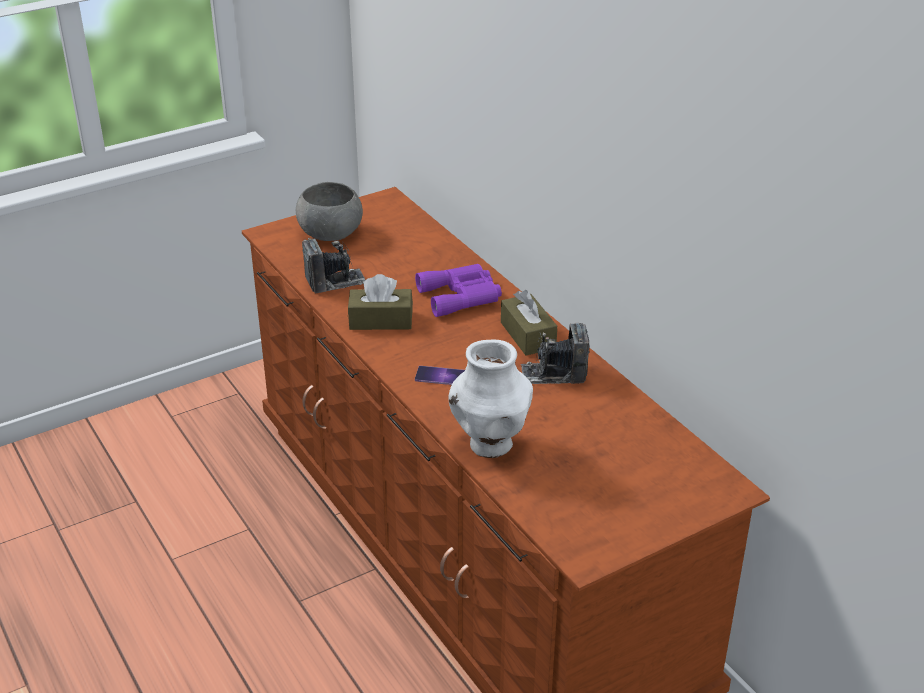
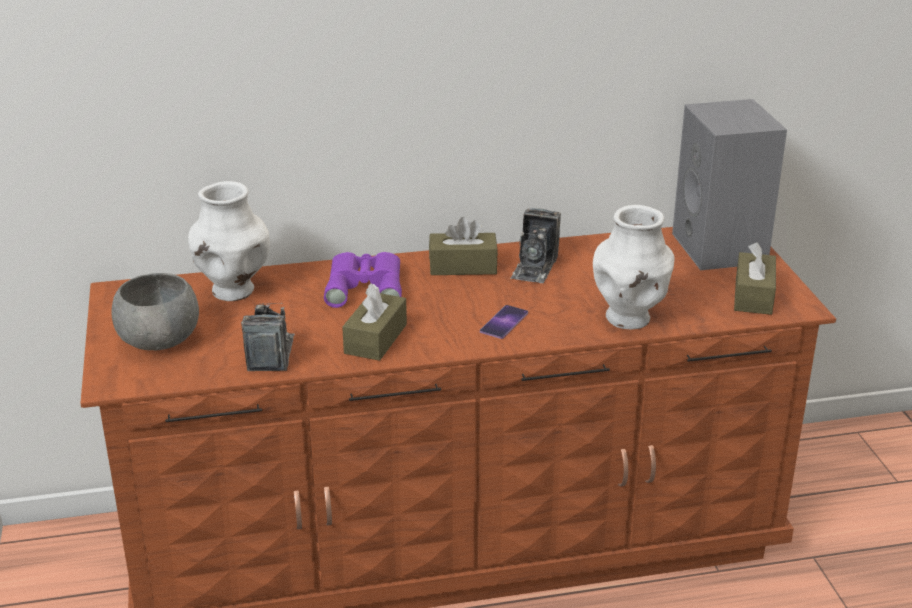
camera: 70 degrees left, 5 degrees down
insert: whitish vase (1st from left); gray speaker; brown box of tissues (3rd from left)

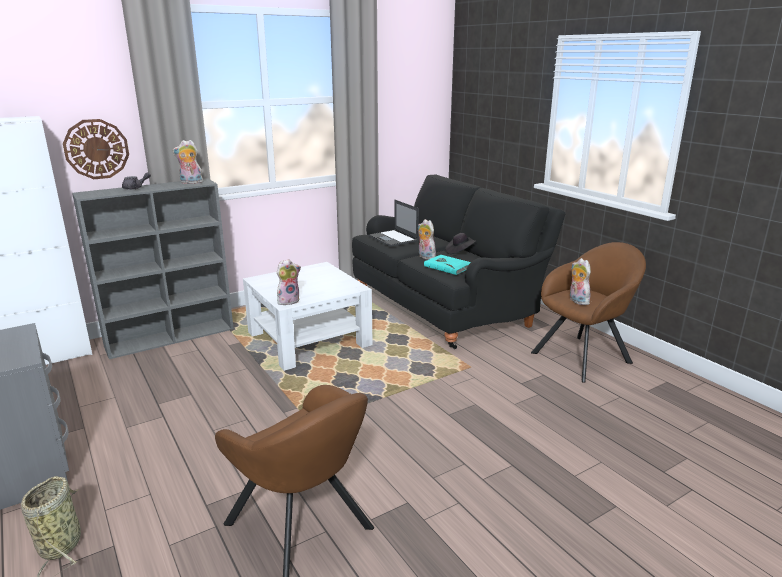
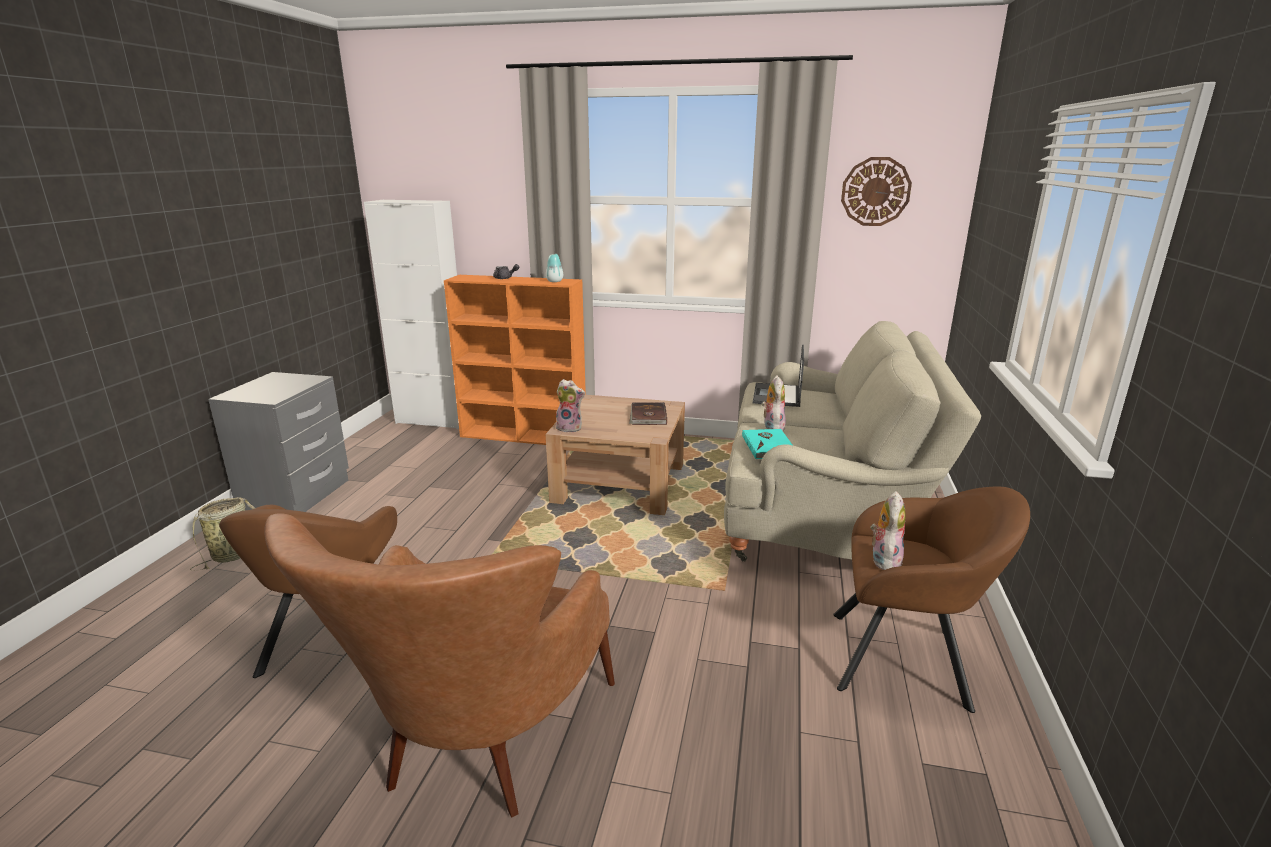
camera: 45 degrees right, 0 degrees up
delete: black-coloured hat
insert: brown lounge chair (2nd from left); brown bound book
move: clock on the wall
replace: plush toy (1st from left) to vase
recolor: gray bookshelf to orangey bookshelf; whitish low table to brown low table; black-coloured sofa to beige-coloured sofa

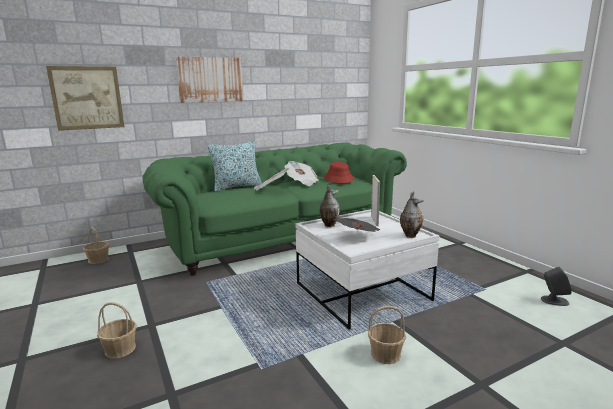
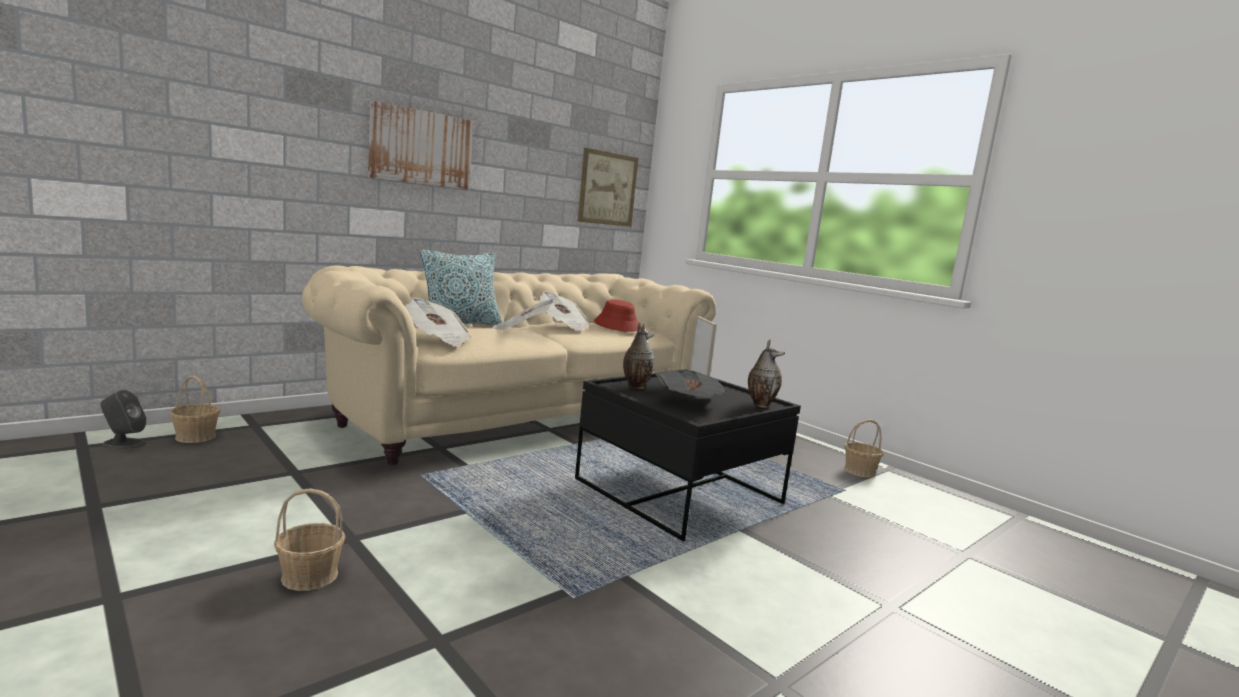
camera: 15 degrees left, 5 degrees down
insert: printed paper (1st from left)
move: wall art (1st from left in the first image) to wall art (2nd from left); household basket (3rd from left); gray speaker
recolor: greenish sofa to beige-coloured sofa; whitish low table to black-coloured low table

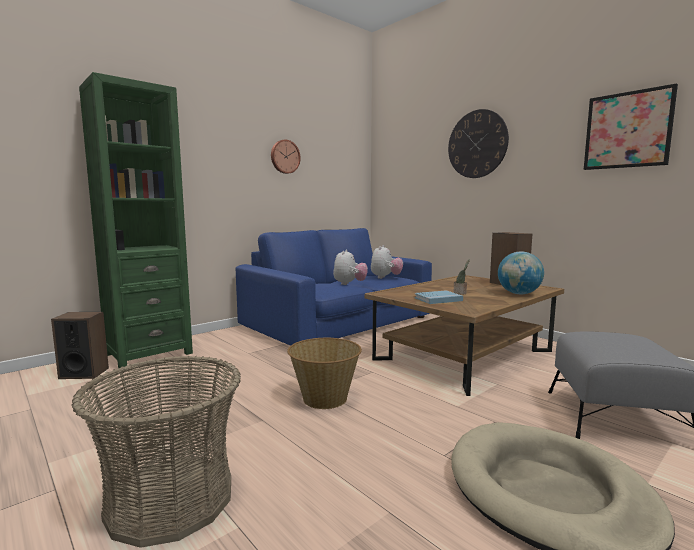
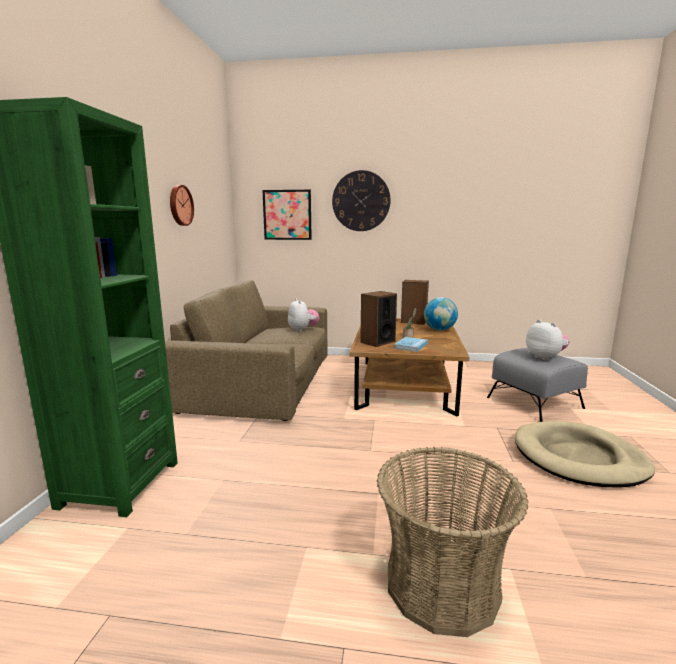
camera: 40 degrees left, 5 degrees up
delete: household basket (2nd from left)
move: speaker (1st from left); plush toy (1st from left in the first image) to plush toy (2nd from left); wall art
recolor: blue-coloured sofa to brown sofa

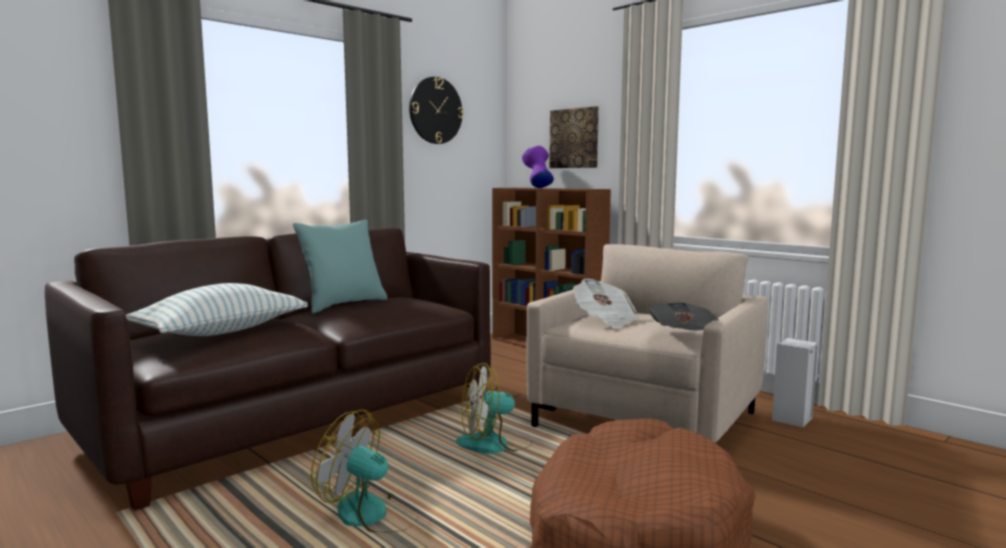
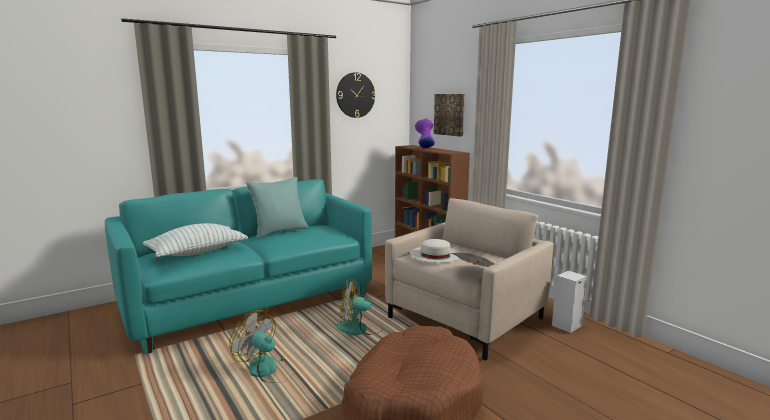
camera: 10 degrees right, 5 degrees up
replace: printed paper (1st from left) to whitish hat
recolor: brown sofa to turquoise-coloured sofa

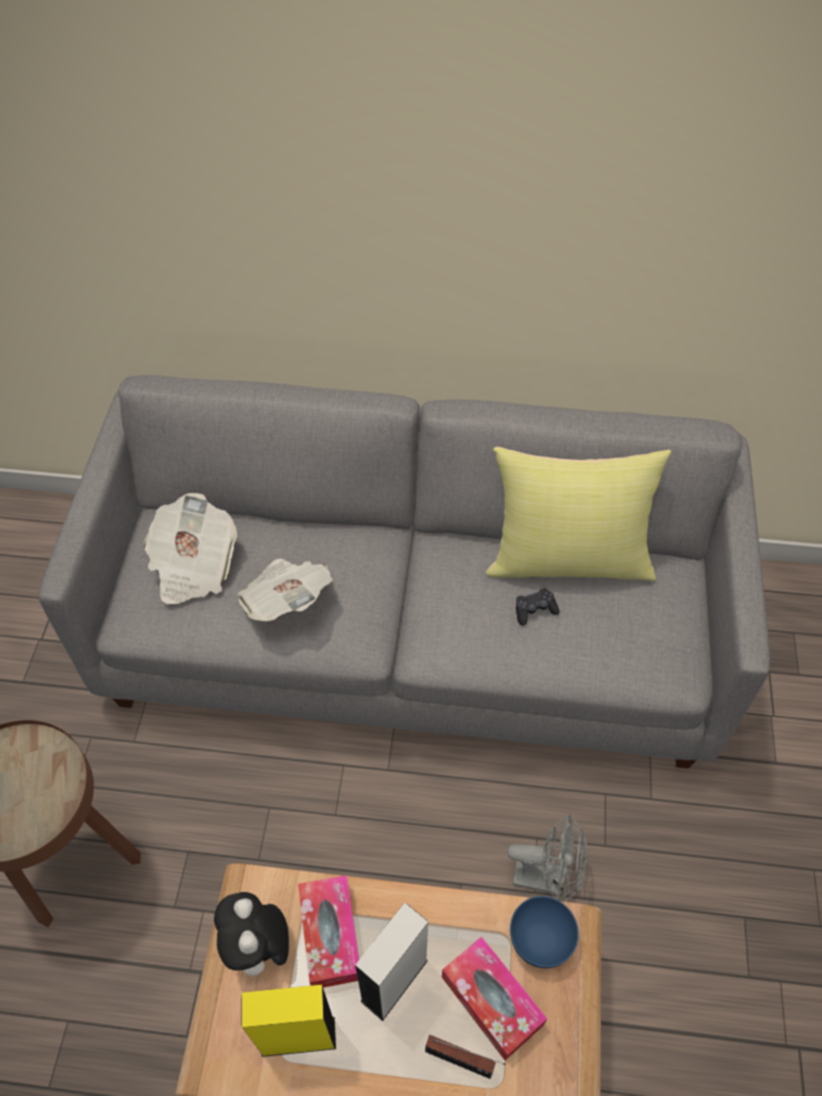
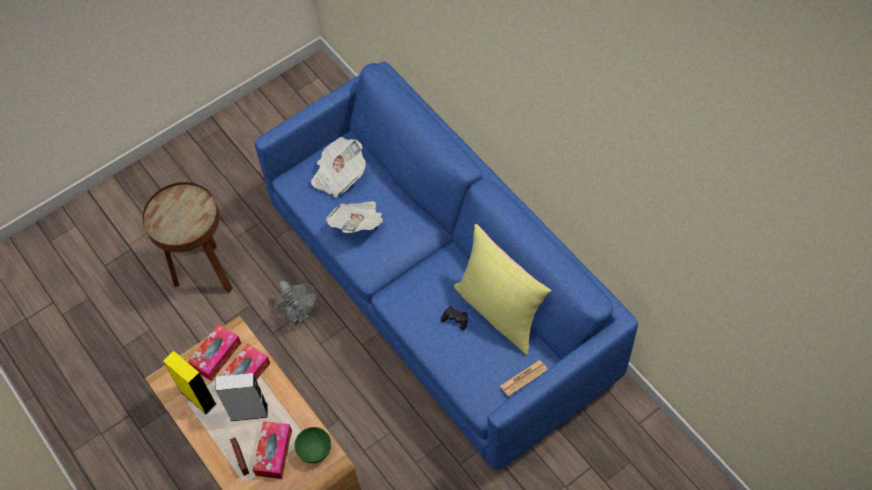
camera: 50 degrees right, 5 degrees up
insert: printed paper (3rd from left)
move: gray fan
replace: plush toy to box of tissues (1st from left)
recolor: gray sofa to blue-coloured sofa; blue-coloured bowl to greenish bowl

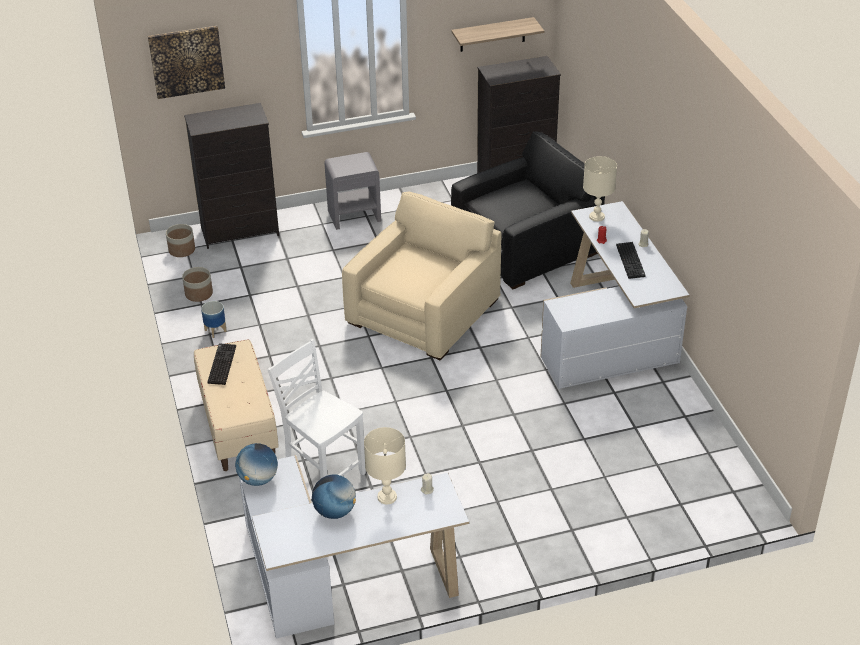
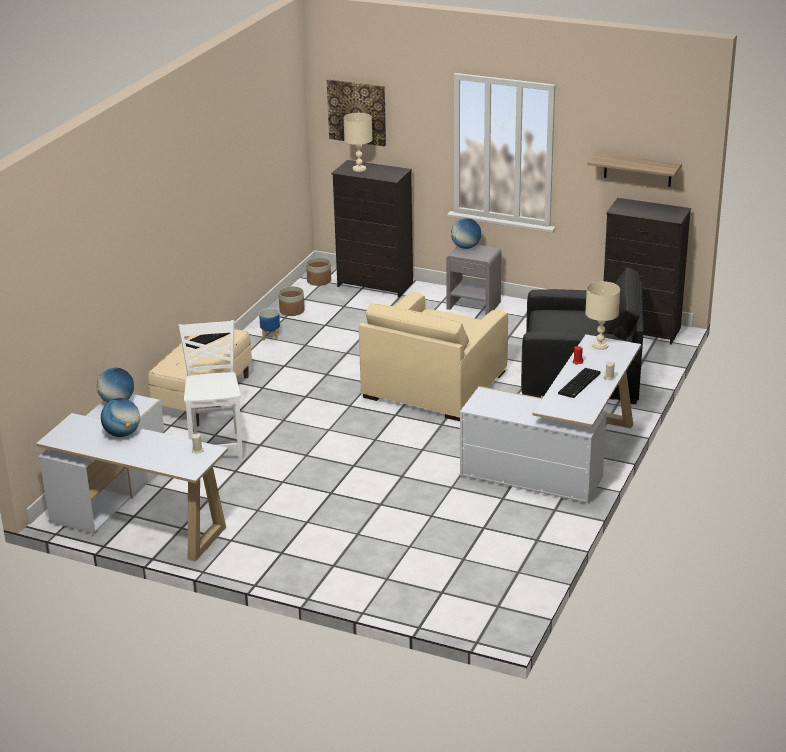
camera: 40 degrees right, 10 degrees down
insert: desk globe (3rd from left)
move: beige-coloured lamp for a table (1st from left)
rotate: beige-coloured lounge chair 135 degrees clockwise

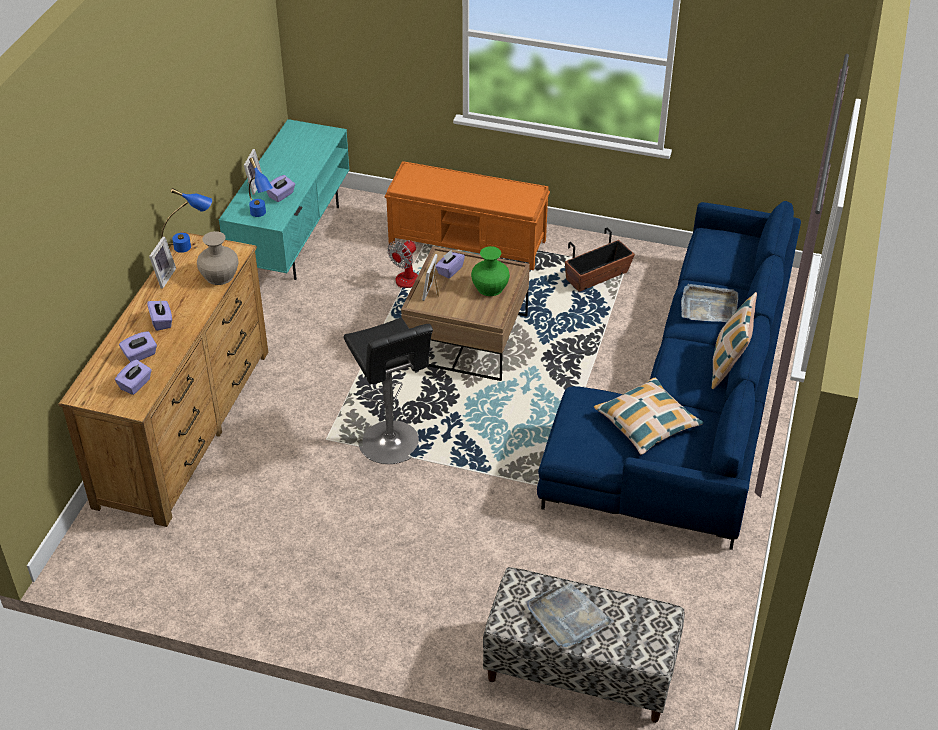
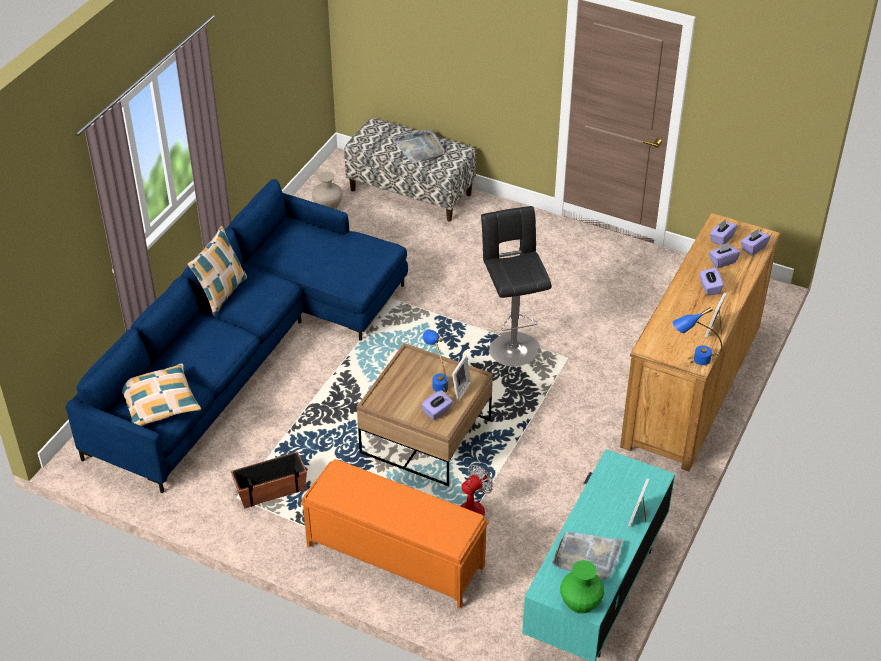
camera: 170 degrees left, 0 degrees up
move: beige-coloured vase; blue-coloured lamp for a table (2nd from left in the first image) to blue-coloured lamp for a table (1st from left); purplish box of tissues (4th from left in the first image) to purplish box of tissues (5th from left); greenish vase; cushion (1st from left); gray tray (2nd from left)

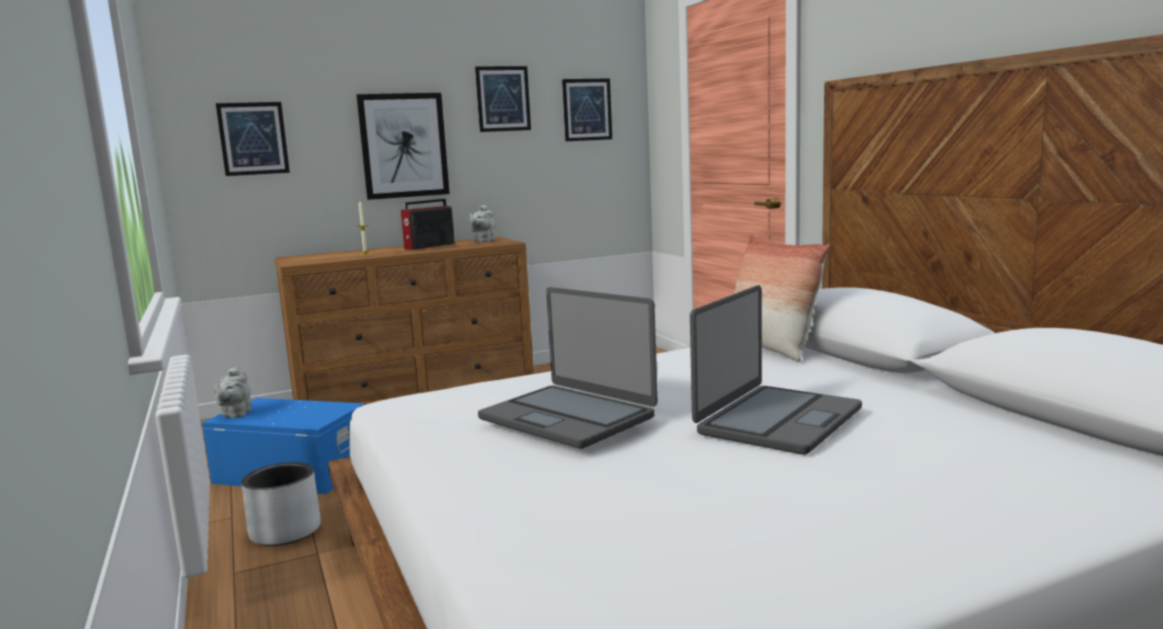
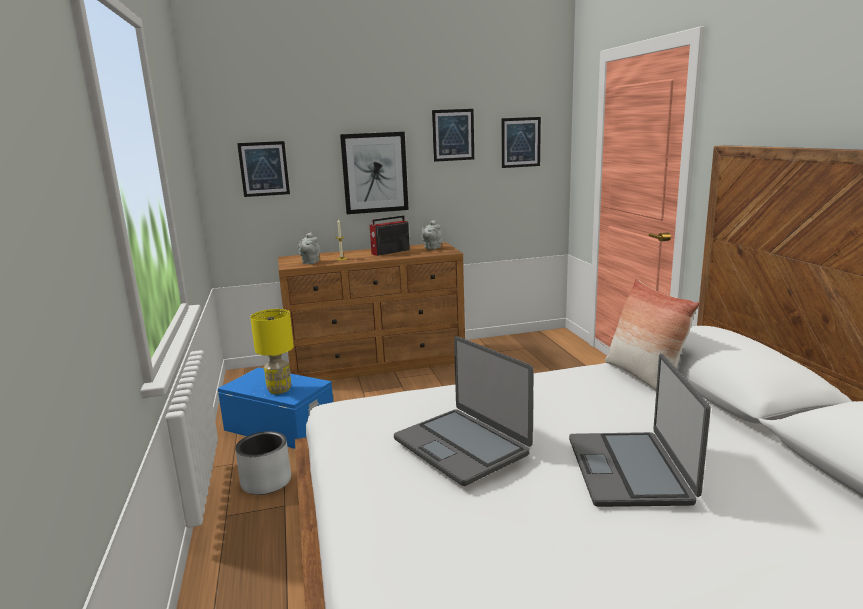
camera: 10 degrees right, 5 degrees up
insert: yellow-coloured lamp for a table
move: gray pot for tea (1st from left)
rotate: portable computer (2nd from left) 135 degrees clockwise

